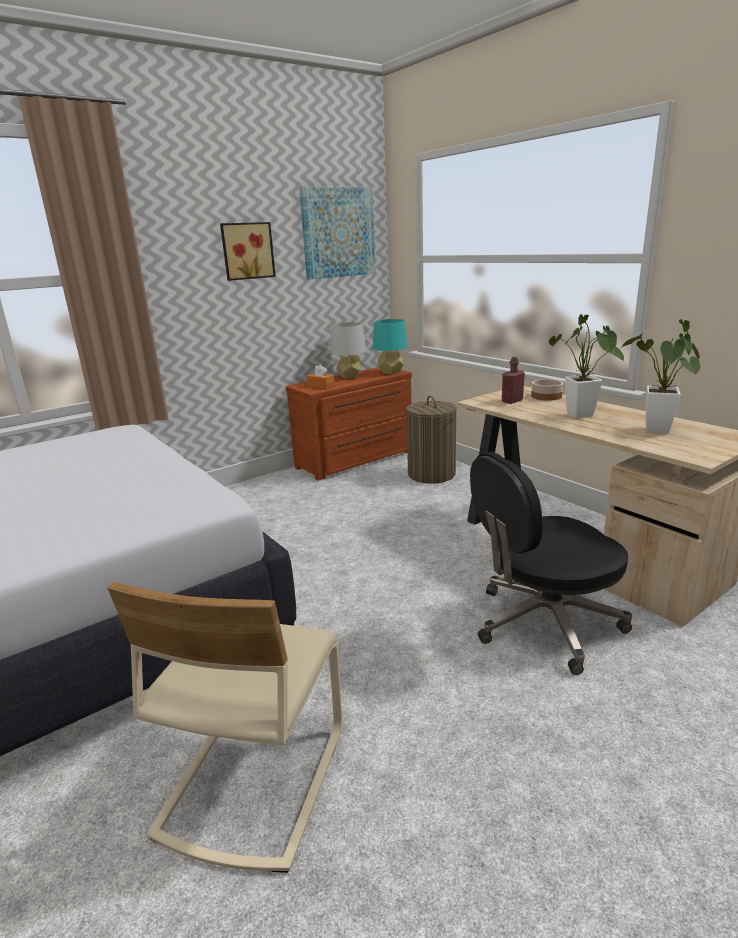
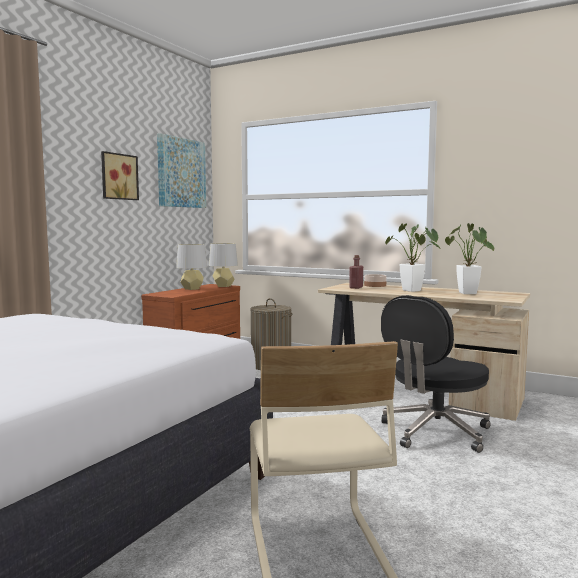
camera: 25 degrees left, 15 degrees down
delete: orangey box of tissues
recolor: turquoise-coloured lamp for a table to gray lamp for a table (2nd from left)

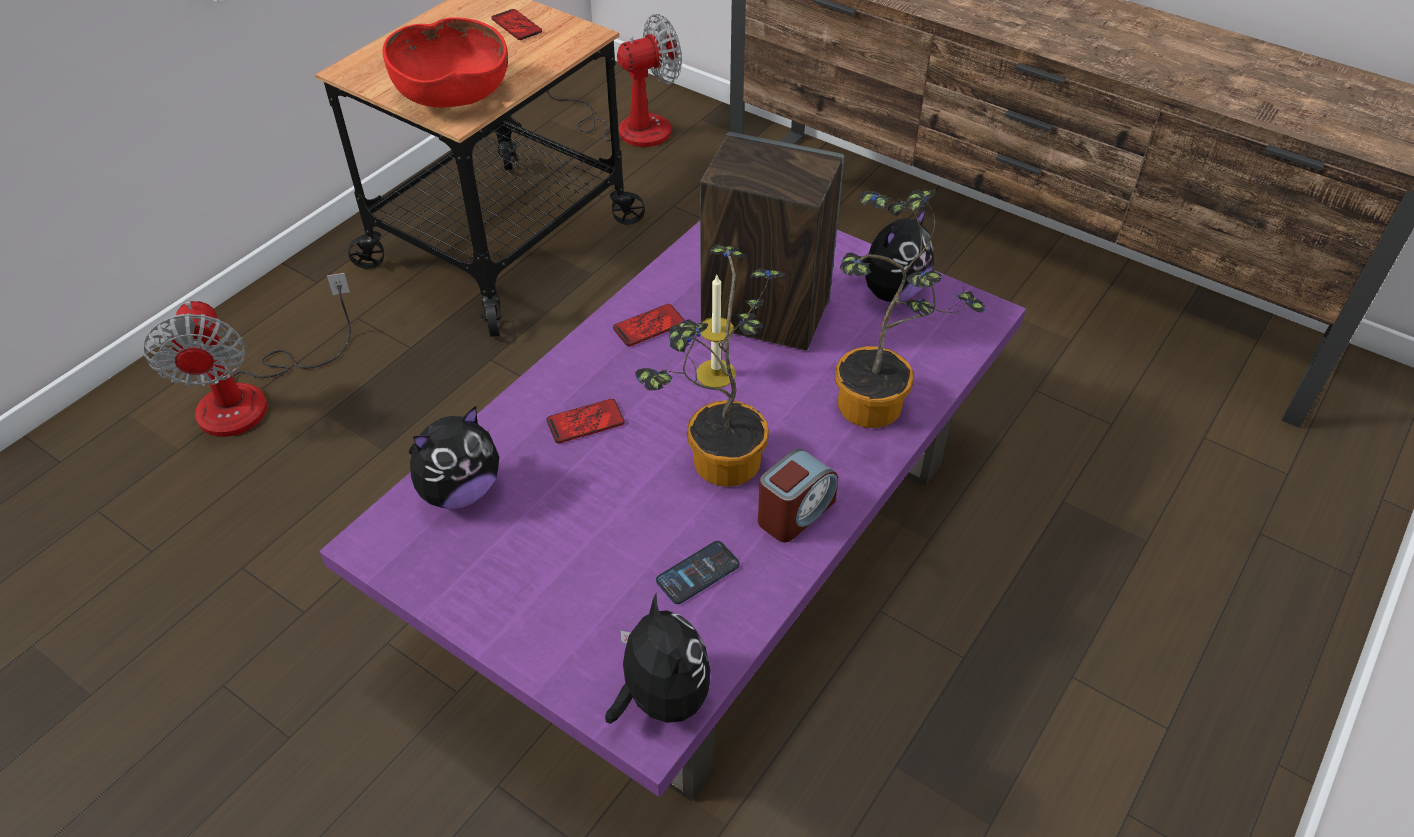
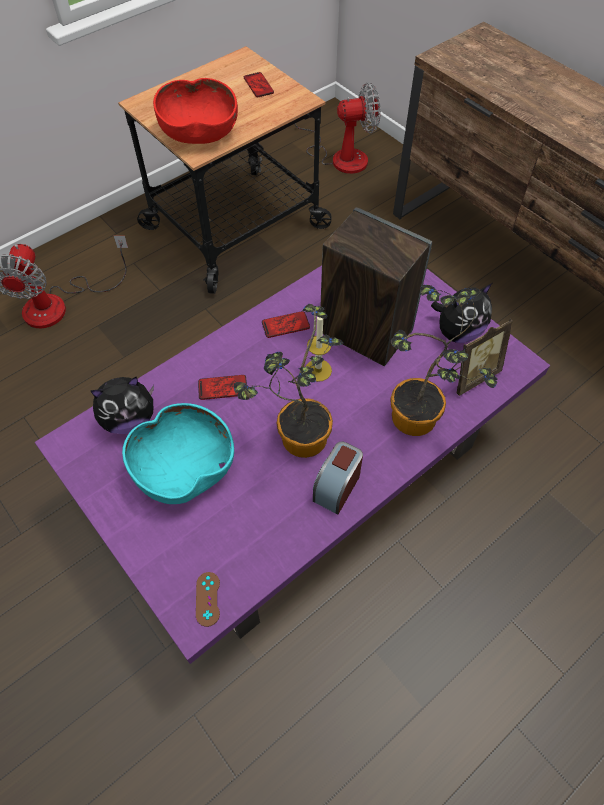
camera: 15 degrees right, 10 degrees up
delete: handset (4th from left)
insert: turquoise-coloured bowl; photo frame
replace: plush toy (2nd from left) to brown game controller
rotate: table clock 150 degrees clockwise

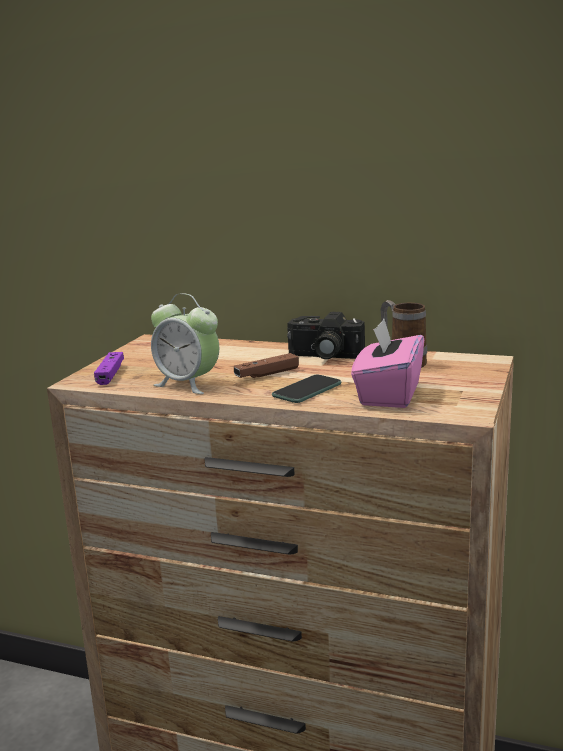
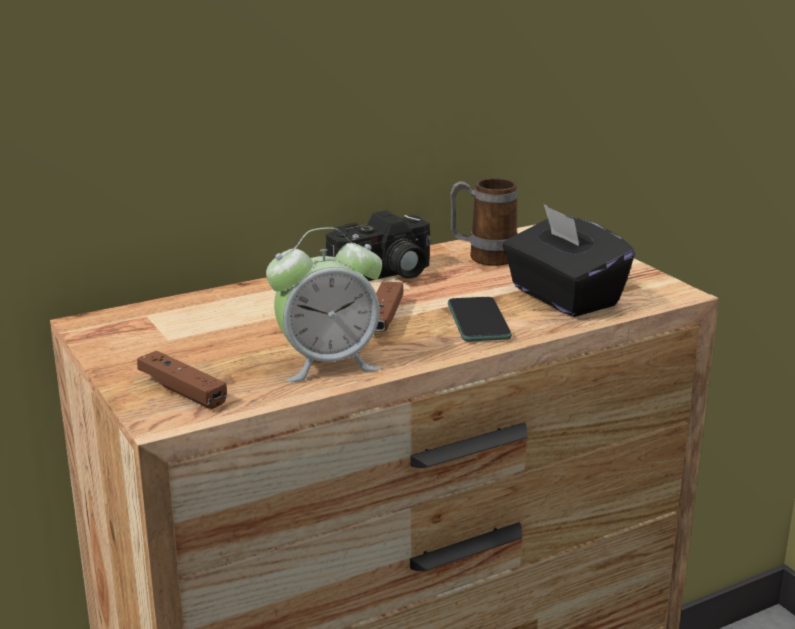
camera: 50 degrees left, 5 degrees up
recolor: purplish game controller to brown game controller (1st from left); pink-coloured box of tissues to black-coloured box of tissues

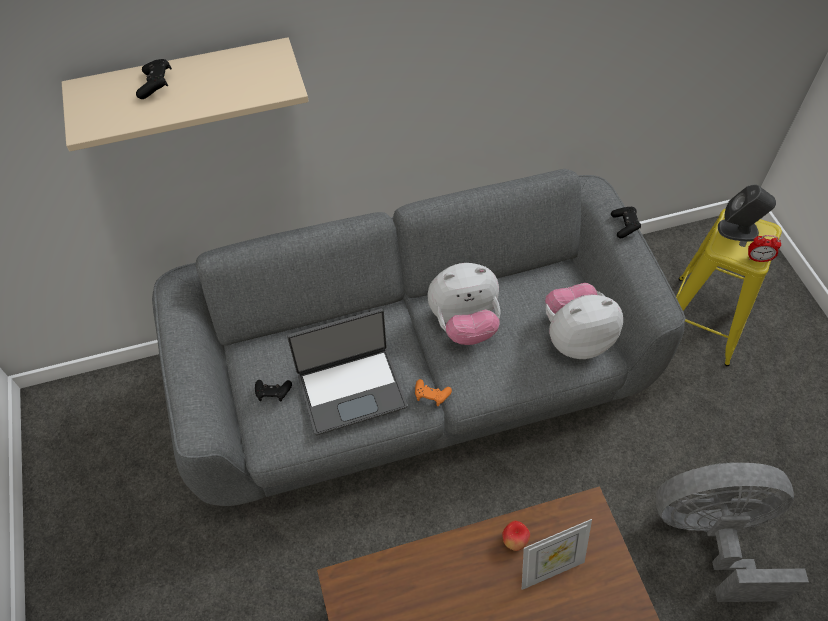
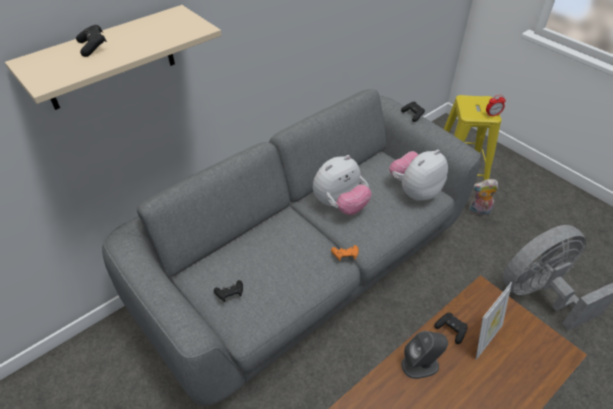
camera: 25 degrees left, 10 degrees down
delete: portable computer
insert: plush toy (3rd from left)
move: gray speaker
replace: apple to black-coloured game controller (4th from left)

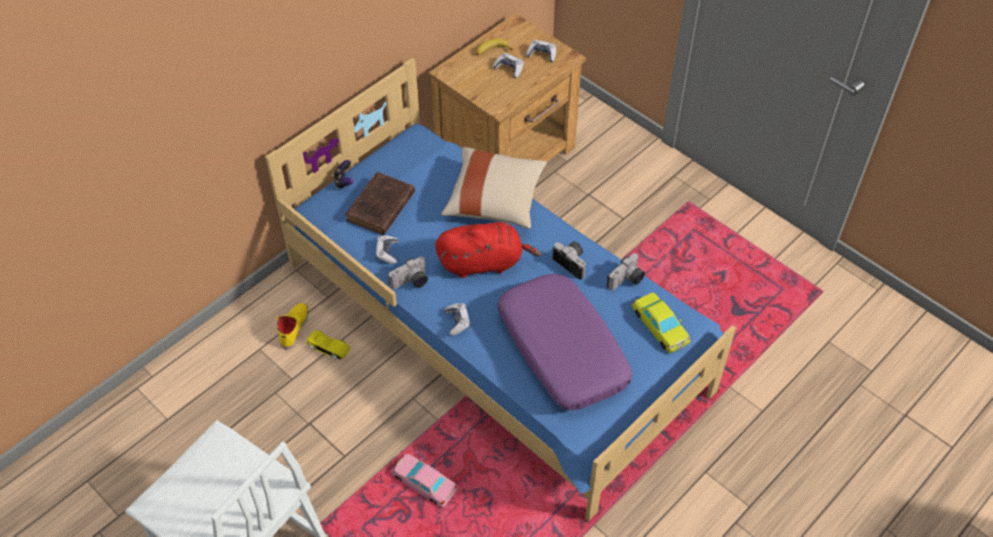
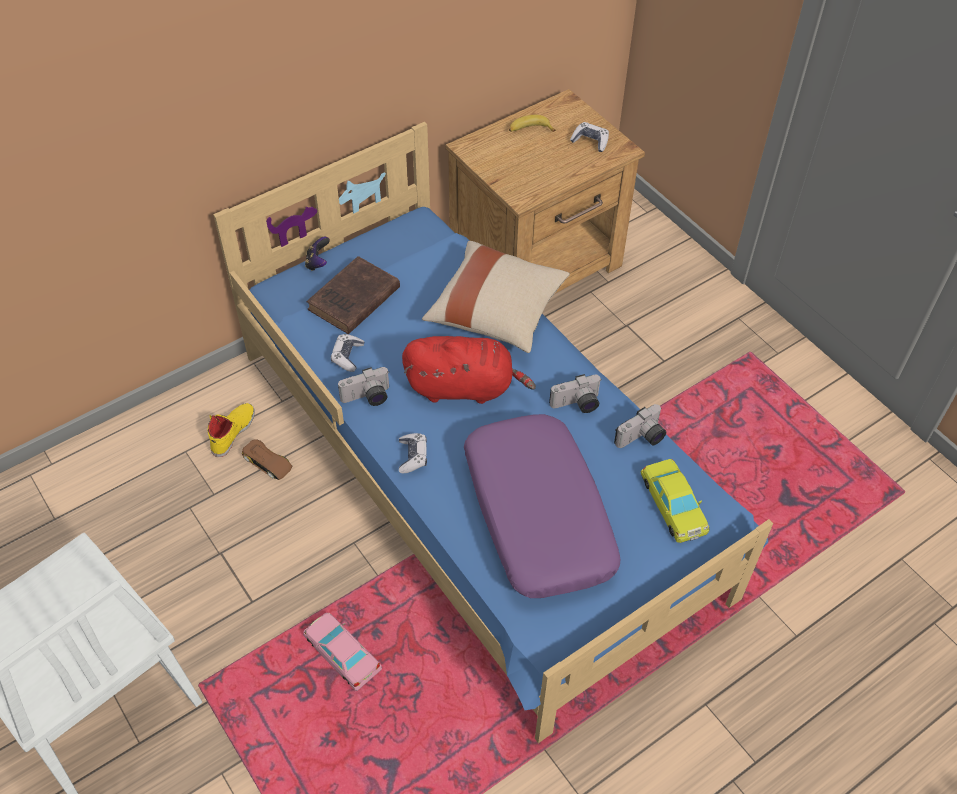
camera: 10 degrees right, 0 degrees up
delete: game controller (4th from left)
recolor: yellow-coloured model car (1st from left) to brown model car
rotate: photo camera (2nd from left) 105 degrees clockwise

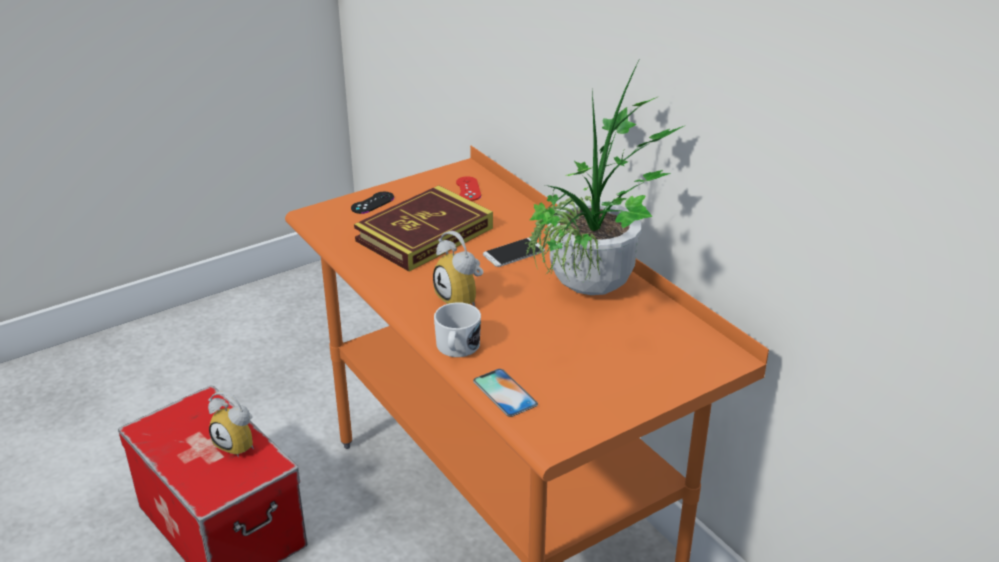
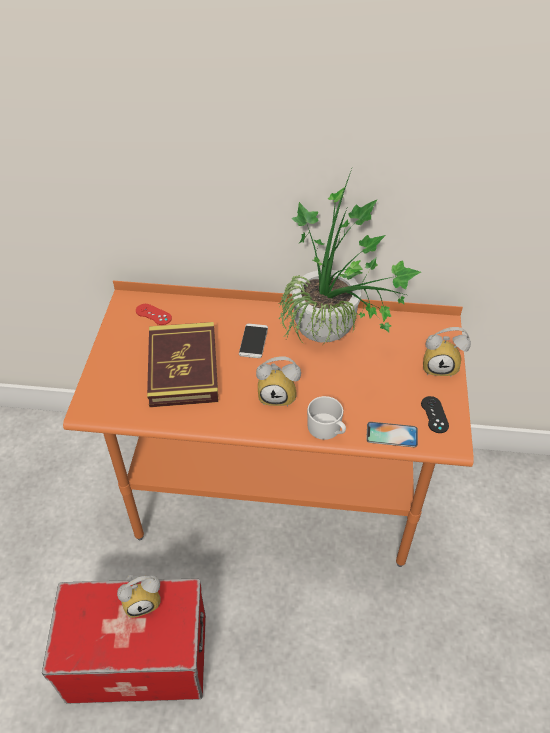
camera: 50 degrees left, 15 degrees up
insert: table clock (3rd from left)
move: black-coloured game controller

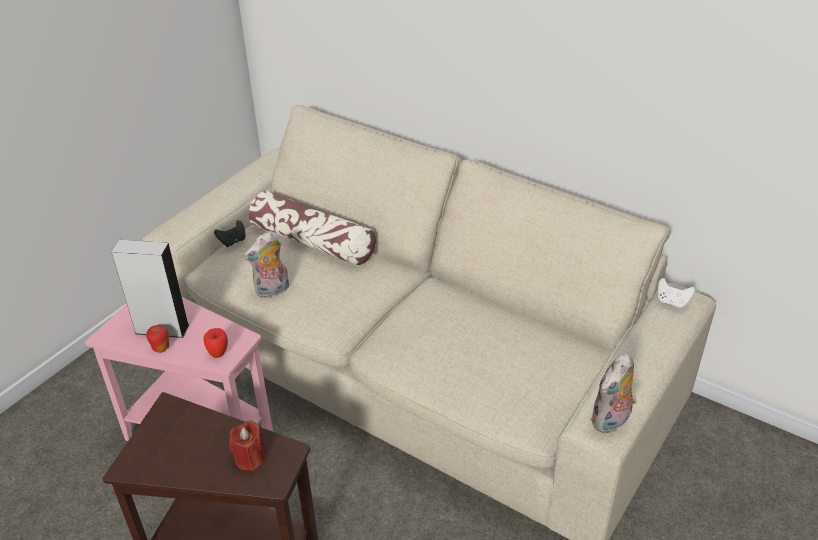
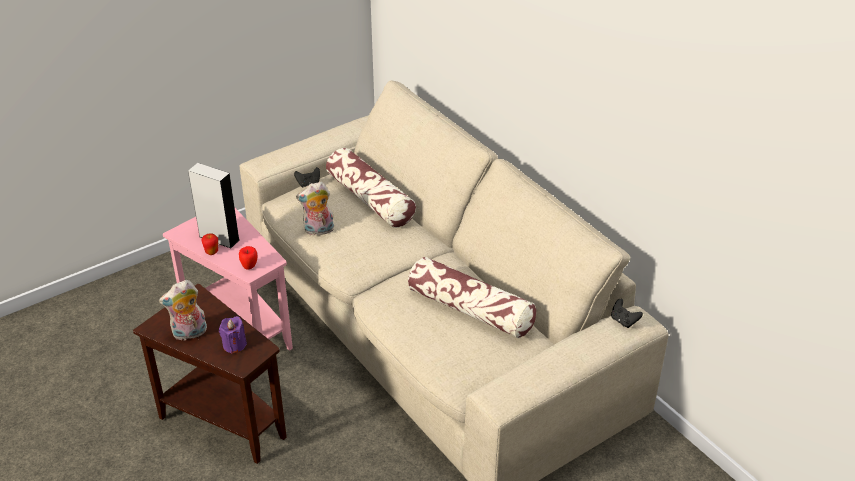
camera: 20 degrees right, 0 degrees up
insert: cushion (2nd from left)
move: plush toy (2nd from left in the first image) to plush toy (1st from left)
recolor: reddish wax light to purplish wax light; whitish game controller to black-coloured game controller (2nd from left)

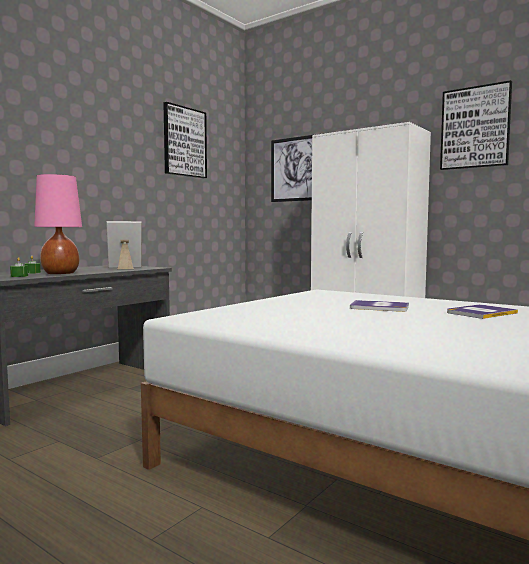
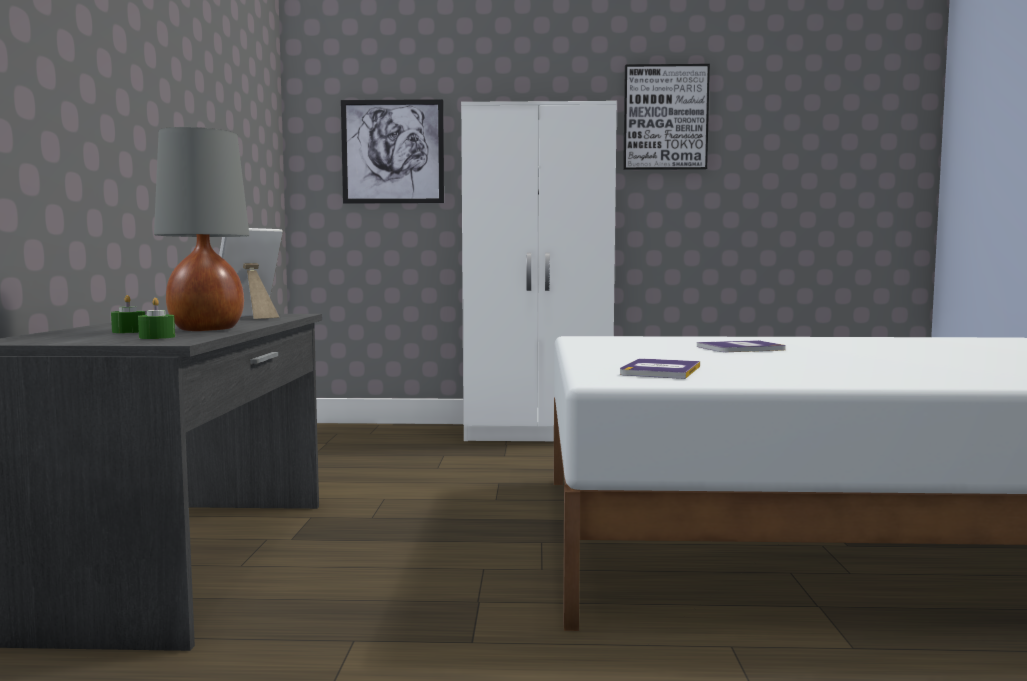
camera: 35 degrees left, 0 degrees up
delete: wall art (1st from left)
move: bound book (2nd from left in the first image) to bound book (1st from left)
recolor: pink-coloured lamp for a table to gray lamp for a table

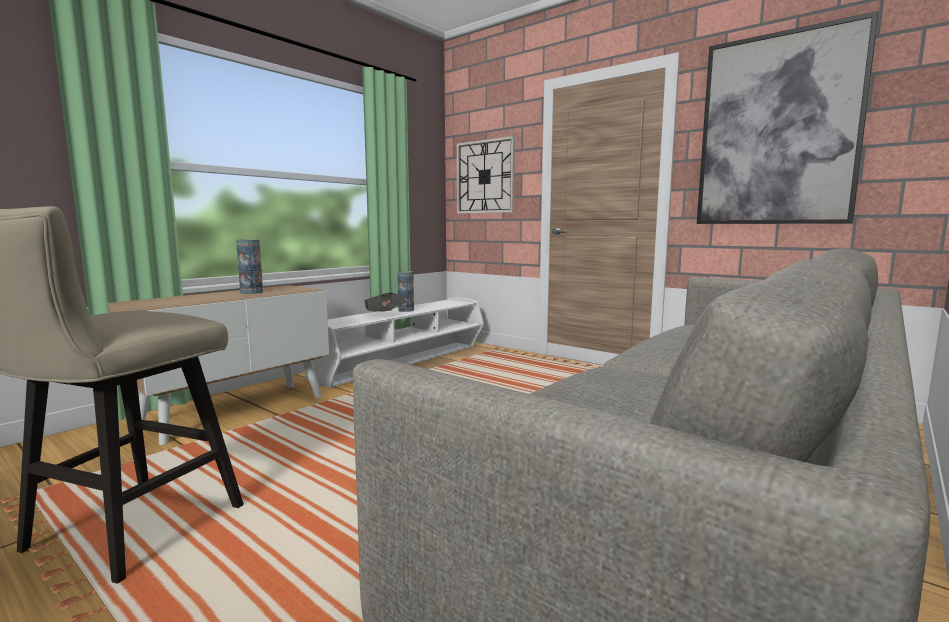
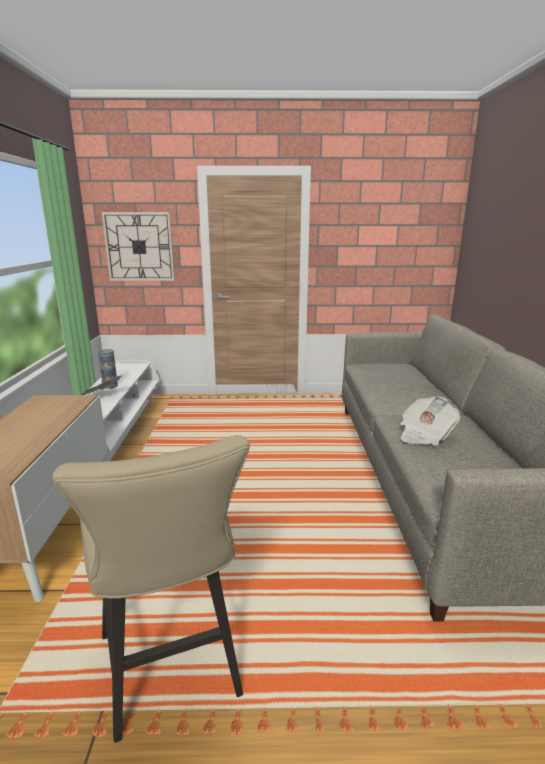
camera: 40 degrees left, 10 degrees up
delete: vase (1st from left); wall art
insert: printed paper (2nd from left)

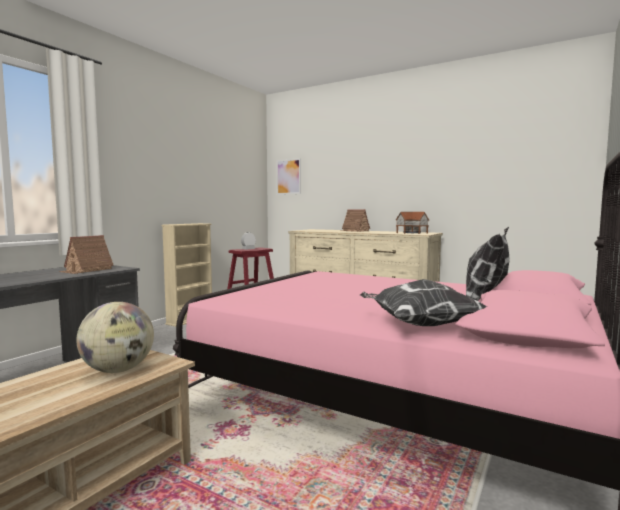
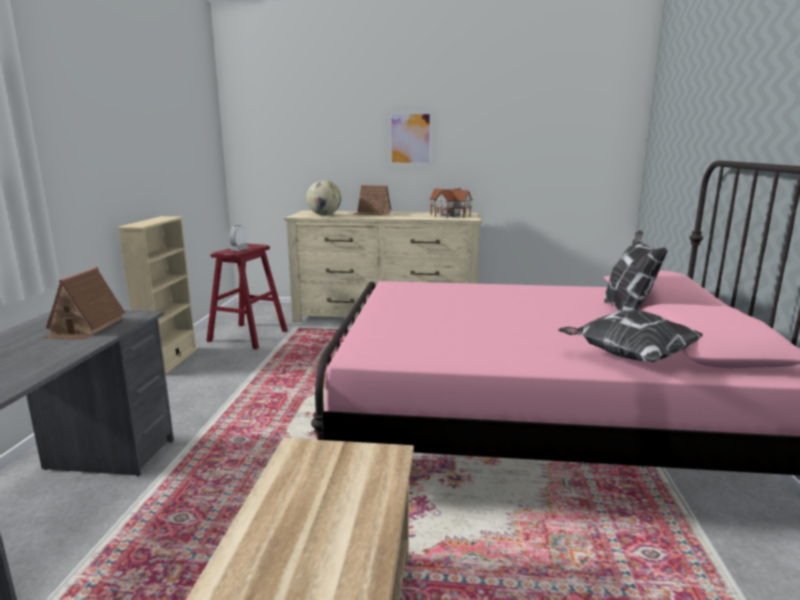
camera: 25 degrees left, 10 degrees up
move: desk globe; wall art

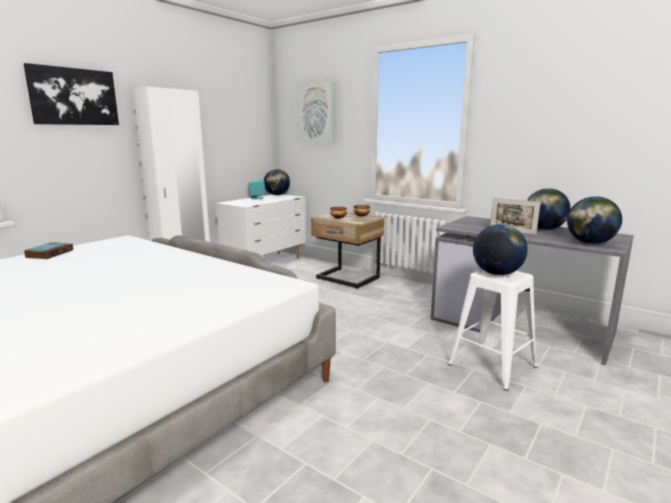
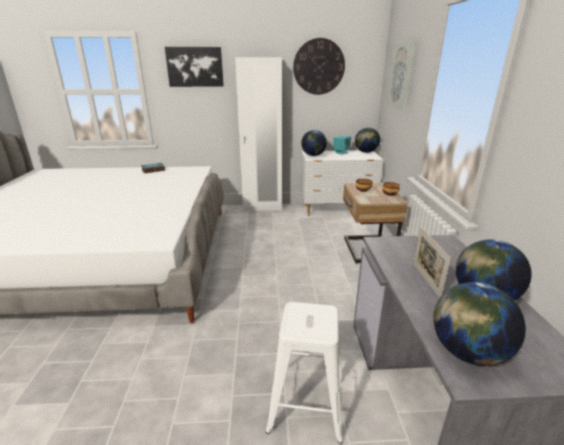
camera: 50 degrees right, 10 degrees up
insert: clock on the wall
move: desk globe (2nd from left in the first image) to desk globe (1st from left)

